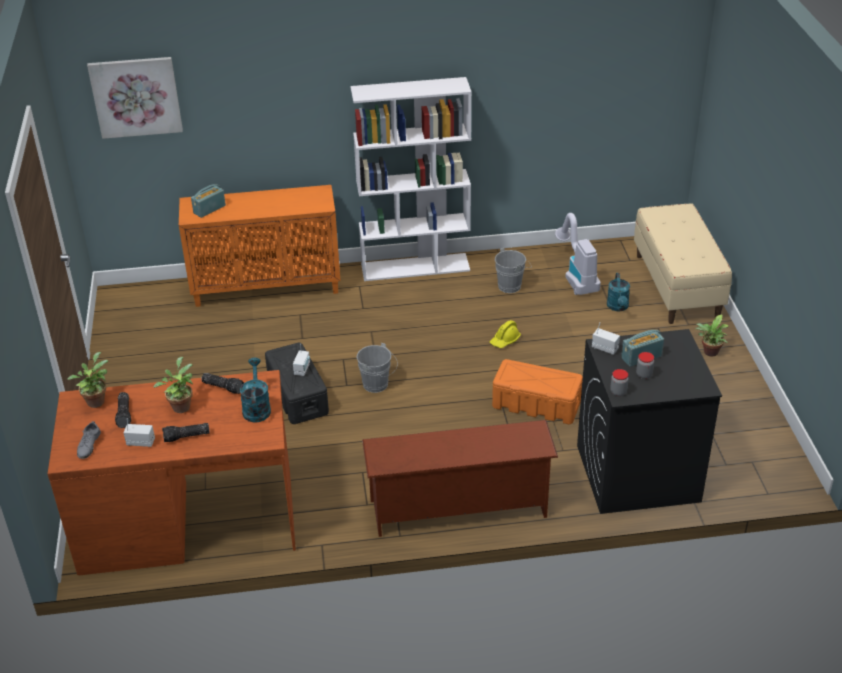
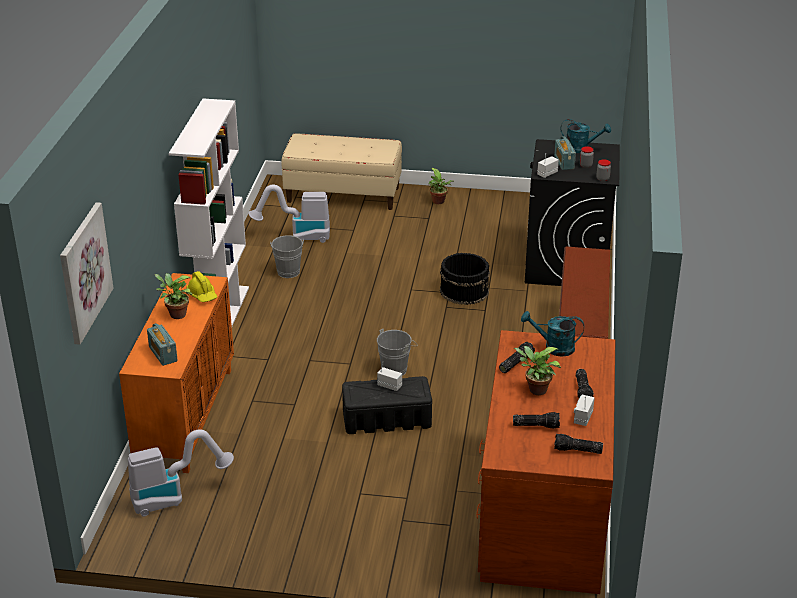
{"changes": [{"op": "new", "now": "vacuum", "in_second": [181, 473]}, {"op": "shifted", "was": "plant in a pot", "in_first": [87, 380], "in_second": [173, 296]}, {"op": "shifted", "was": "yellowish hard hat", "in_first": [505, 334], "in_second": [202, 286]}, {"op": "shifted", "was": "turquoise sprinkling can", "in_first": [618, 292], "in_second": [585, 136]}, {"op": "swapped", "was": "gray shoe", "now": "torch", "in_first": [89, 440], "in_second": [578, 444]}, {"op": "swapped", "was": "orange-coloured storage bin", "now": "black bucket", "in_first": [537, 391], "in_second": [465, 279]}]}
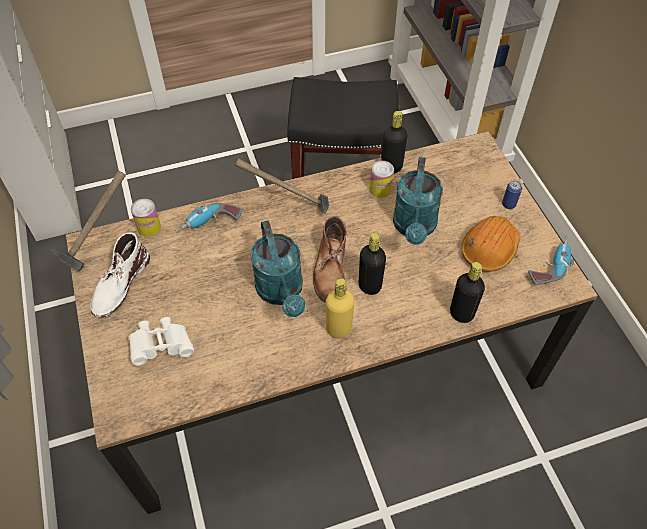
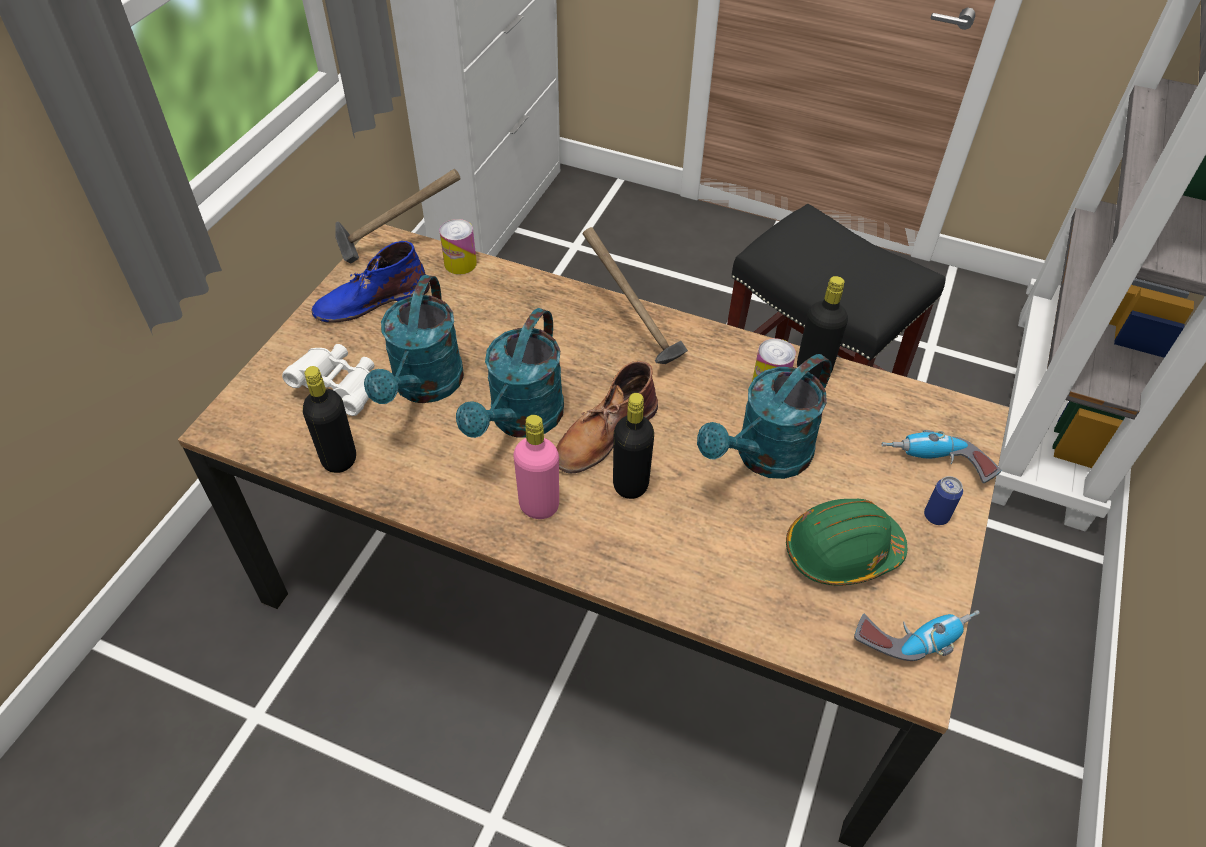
{"changes": [{"op": "new", "now": "turquoise sprinkling can", "in_second": [414, 339]}, {"op": "shifted", "was": "power drill", "in_first": [209, 217], "in_second": [941, 456]}, {"op": "shifted", "was": "black bottle", "in_first": [467, 292], "in_second": [329, 419]}, {"op": "repainted", "was": "white tall boot", "now": "blue-coloured tall boot", "in_first": [120, 274], "in_second": [371, 282]}, {"op": "repainted", "was": "yellowish bottle", "now": "pinkish bottle", "in_first": [340, 308], "in_second": [536, 467]}, {"op": "repainted", "was": "orange-coloured hard hat", "now": "green-coloured hard hat", "in_first": [490, 244], "in_second": [846, 542]}]}
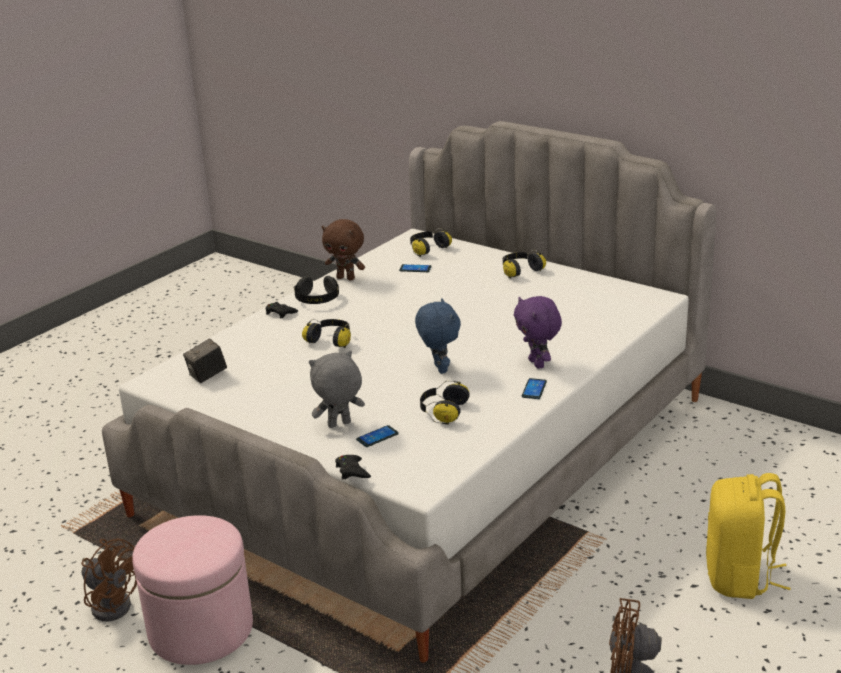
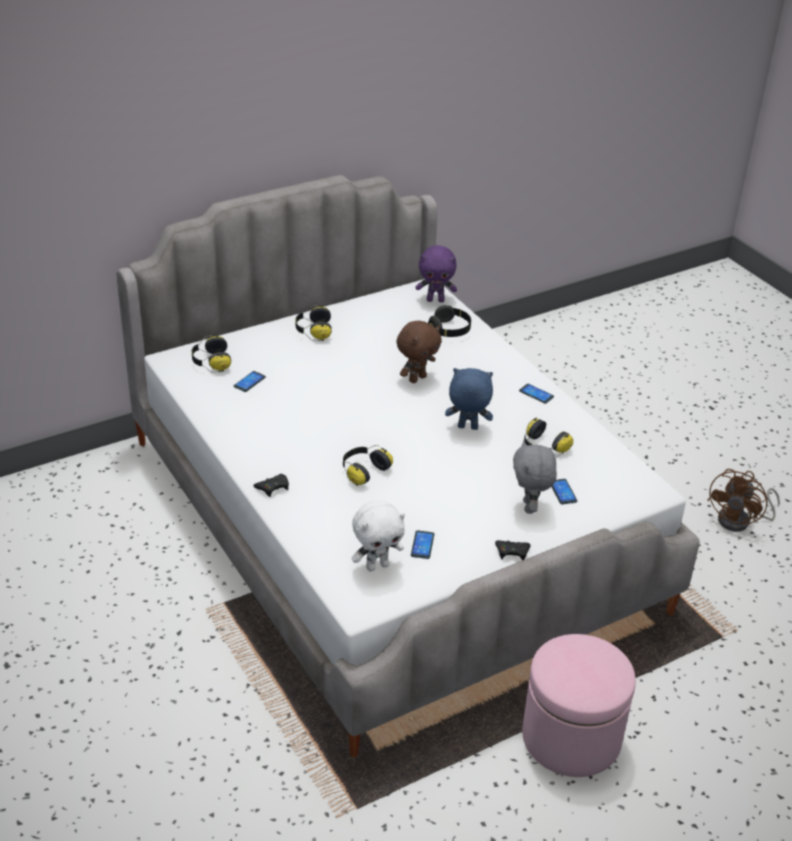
{"changes": [{"op": "gone", "was": "brown-coloured cooling fan", "in_first": [109, 579]}, {"op": "gone", "was": "yellowish rucksack", "in_first": [748, 536]}, {"op": "new", "now": "telephone", "in_second": [422, 544]}, {"op": "shifted", "was": "black headphones", "in_first": [316, 290], "in_second": [449, 321]}, {"op": "shifted", "was": "brown-coloured cuddly toy", "in_first": [343, 250], "in_second": [419, 352]}, {"op": "shifted", "was": "black game controller", "in_first": [353, 467], "in_second": [513, 550]}, {"op": "shifted", "was": "purple-coloured cuddly toy", "in_first": [538, 332], "in_second": [436, 273]}, {"op": "swapped", "was": "photo camera", "now": "white cuddly toy", "in_first": [205, 360], "in_second": [378, 535]}]}
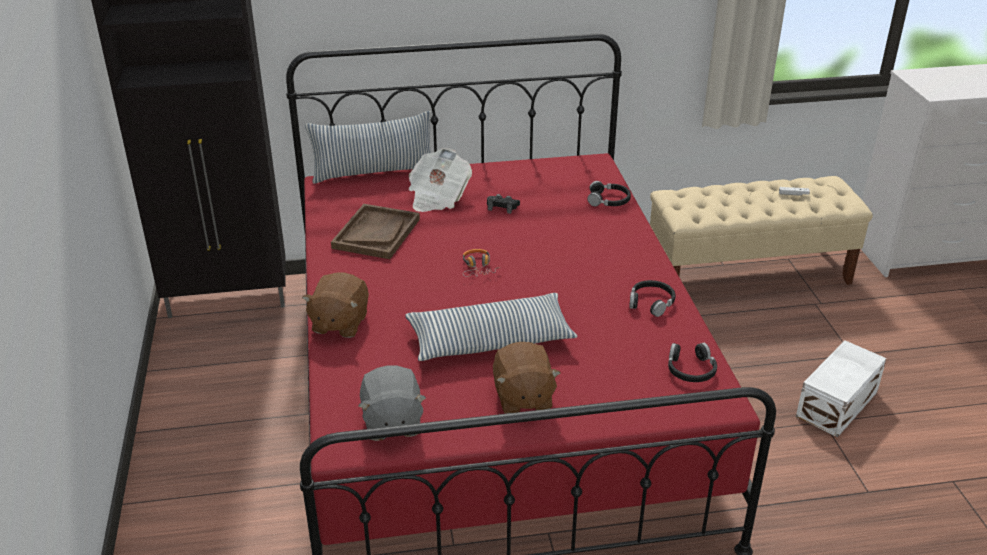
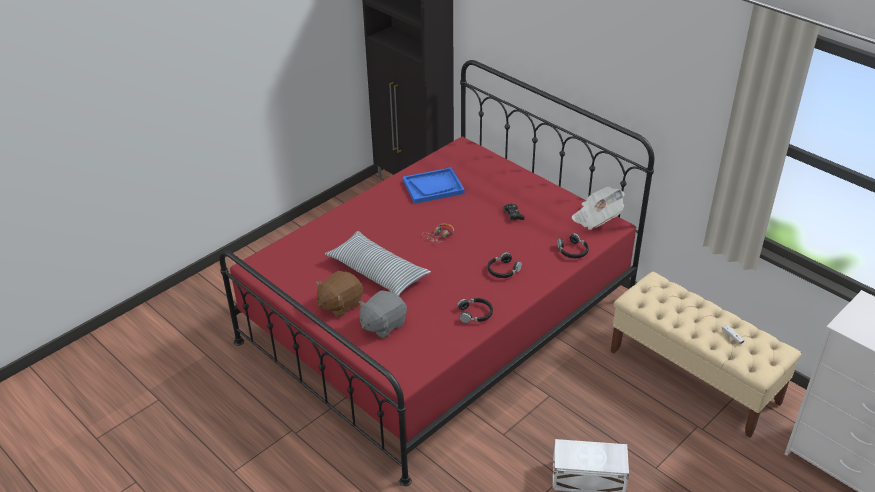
{"changes": [{"op": "gone", "was": "brown-coloured cuddly toy", "in_first": [335, 305]}, {"op": "gone", "was": "pillow", "in_first": [368, 147]}, {"op": "shifted", "was": "gray cuddly toy", "in_first": [392, 403], "in_second": [382, 314]}, {"op": "shifted", "was": "newspaper", "in_first": [440, 180], "in_second": [598, 208]}, {"op": "shifted", "was": "black headphones", "in_first": [692, 362], "in_second": [505, 265]}, {"op": "repainted", "was": "brown-coloured tray", "now": "blue-coloured tray", "in_first": [375, 231], "in_second": [434, 185]}]}
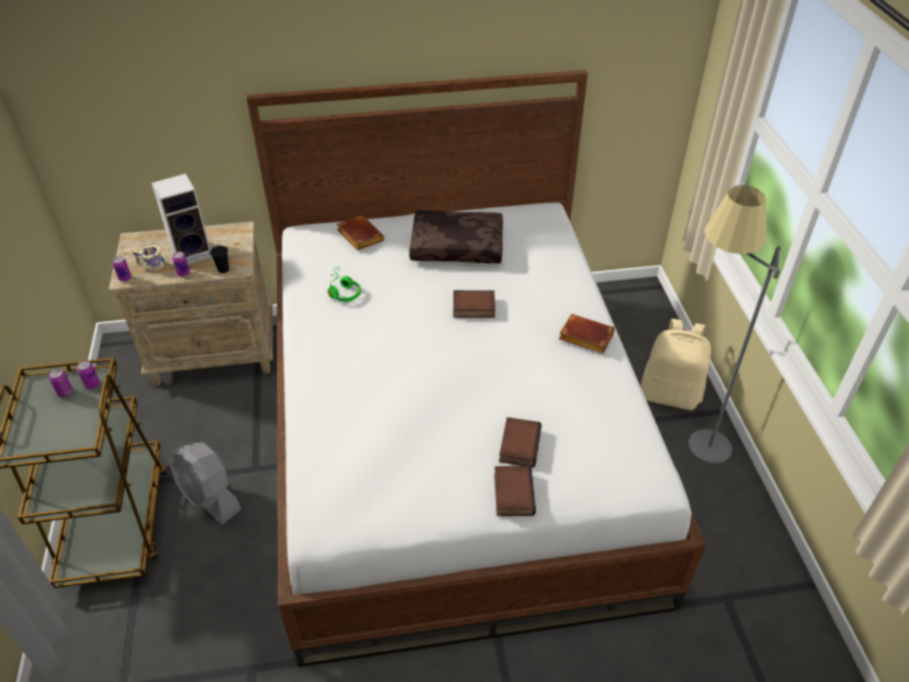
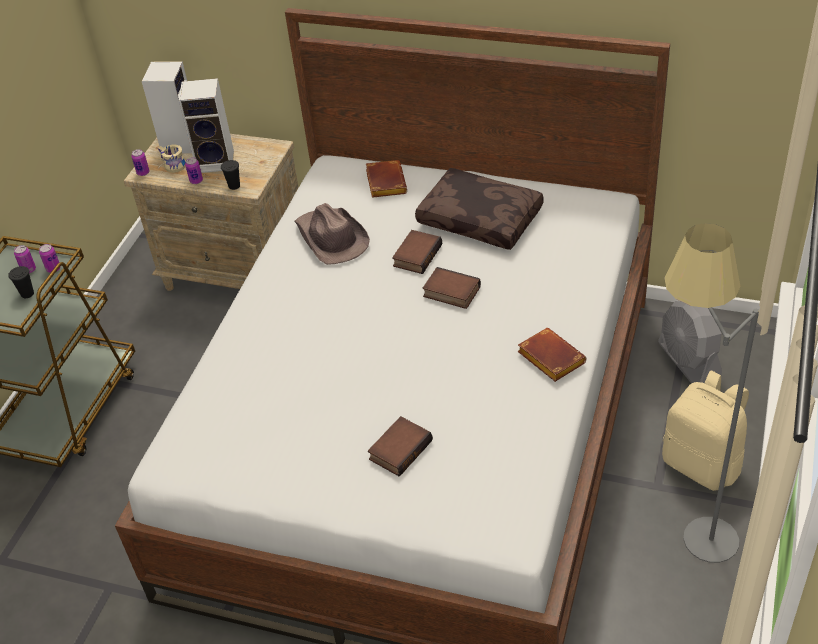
{"changes": [{"op": "new", "now": "black cup", "in_second": [21, 282]}, {"op": "new", "now": "speaker", "in_second": [167, 107]}, {"op": "shifted", "was": "gray cooling fan", "in_first": [206, 484], "in_second": [690, 342]}, {"op": "shifted", "was": "volume", "in_first": [515, 491], "in_second": [417, 252]}, {"op": "swapped", "was": "green-coloured headphones", "now": "brown-coloured wearable hat", "in_first": [344, 284], "in_second": [332, 234]}]}
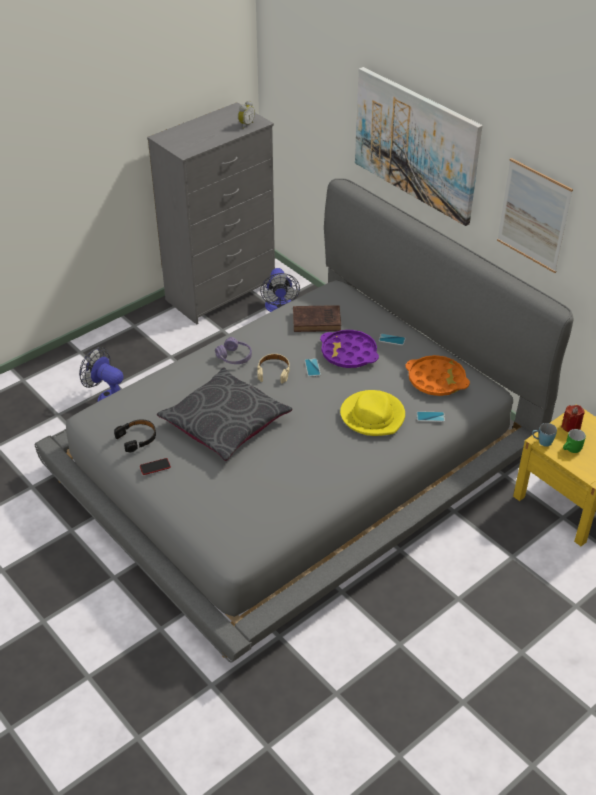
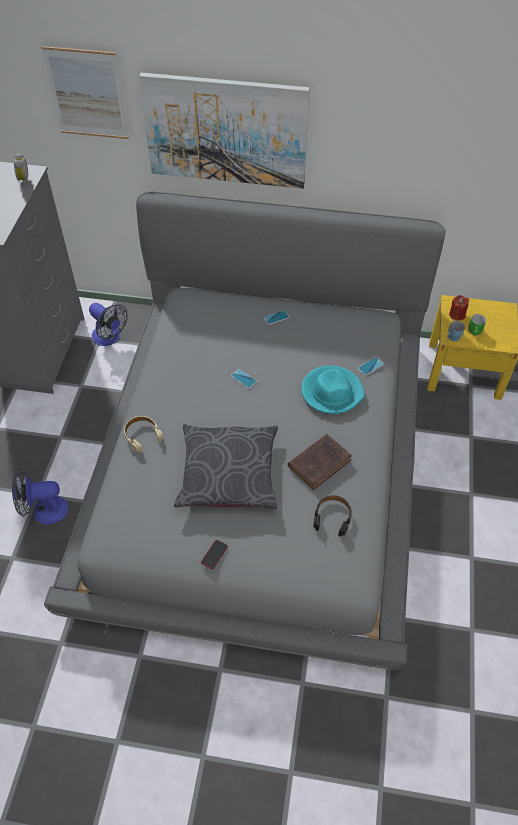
{"changes": [{"op": "gone", "was": "purple-coloured headphones", "in_first": [233, 350]}, {"op": "gone", "was": "purple-coloured tray", "in_first": [349, 349]}, {"op": "gone", "was": "orange-coloured tray", "in_first": [437, 375]}, {"op": "shifted", "was": "black headphones", "in_first": [135, 435], "in_second": [332, 516]}, {"op": "shifted", "was": "beige-coloured headphones", "in_first": [273, 369], "in_second": [143, 434]}, {"op": "shifted", "was": "brown-coloured volume", "in_first": [317, 318], "in_second": [320, 462]}, {"op": "shifted", "was": "picture", "in_first": [535, 215], "in_second": [85, 92]}, {"op": "repainted", "was": "yellowish wearable hat", "now": "turquoise wearable hat", "in_first": [372, 413], "in_second": [333, 390]}]}
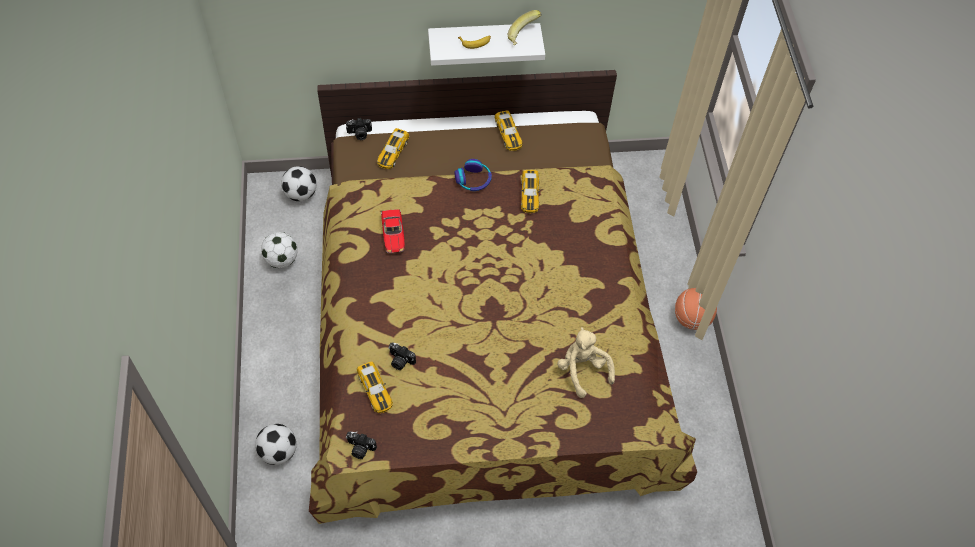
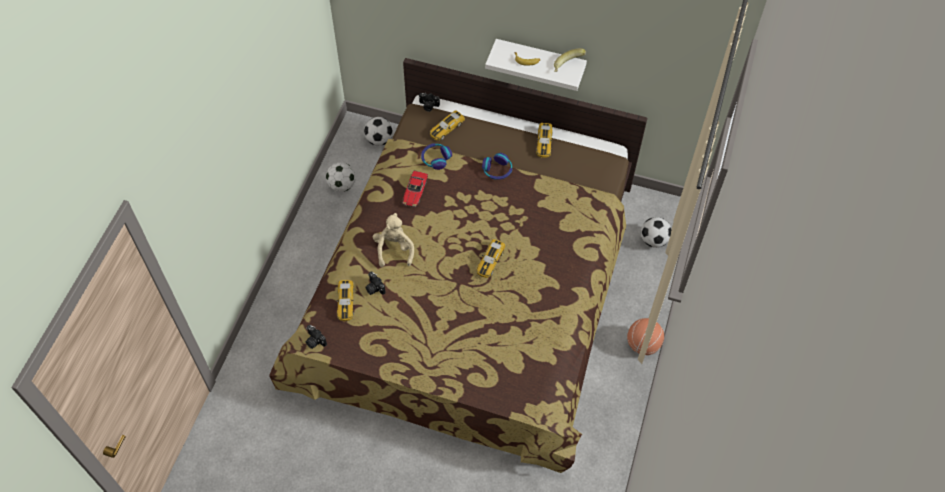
{"changes": [{"op": "new", "now": "headphones", "in_second": [436, 156]}, {"op": "shifted", "was": "football ball", "in_first": [276, 444], "in_second": [656, 232]}, {"op": "shifted", "was": "miniature car", "in_first": [530, 191], "in_second": [490, 258]}, {"op": "shifted", "was": "beige-coloured cuddly toy", "in_first": [586, 362], "in_second": [393, 240]}]}
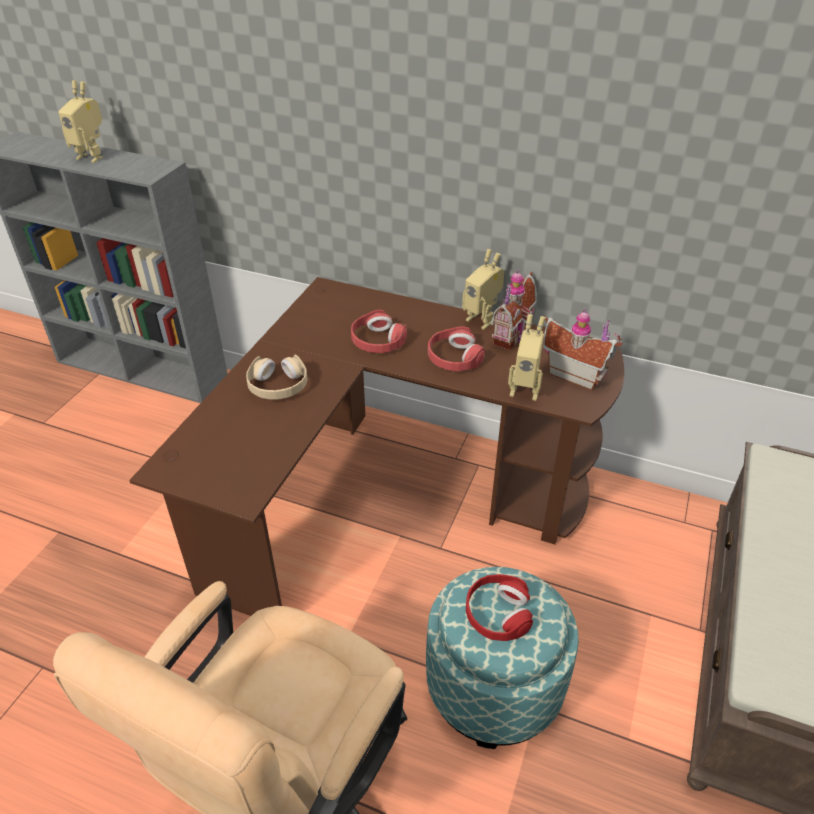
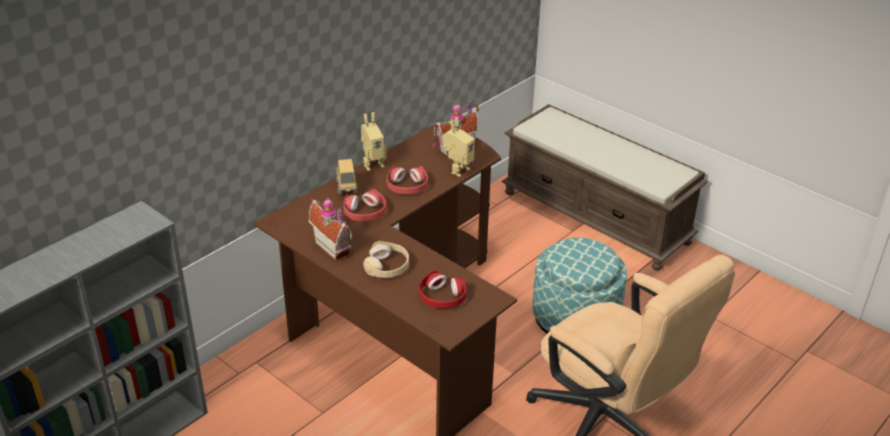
{"changes": [{"op": "gone", "was": "robot figure", "in_first": [80, 121]}, {"op": "new", "now": "model truck", "in_second": [346, 177]}, {"op": "shifted", "was": "red headphones", "in_first": [499, 607], "in_second": [442, 289]}, {"op": "shifted", "was": "model house", "in_first": [514, 309], "in_second": [330, 228]}]}
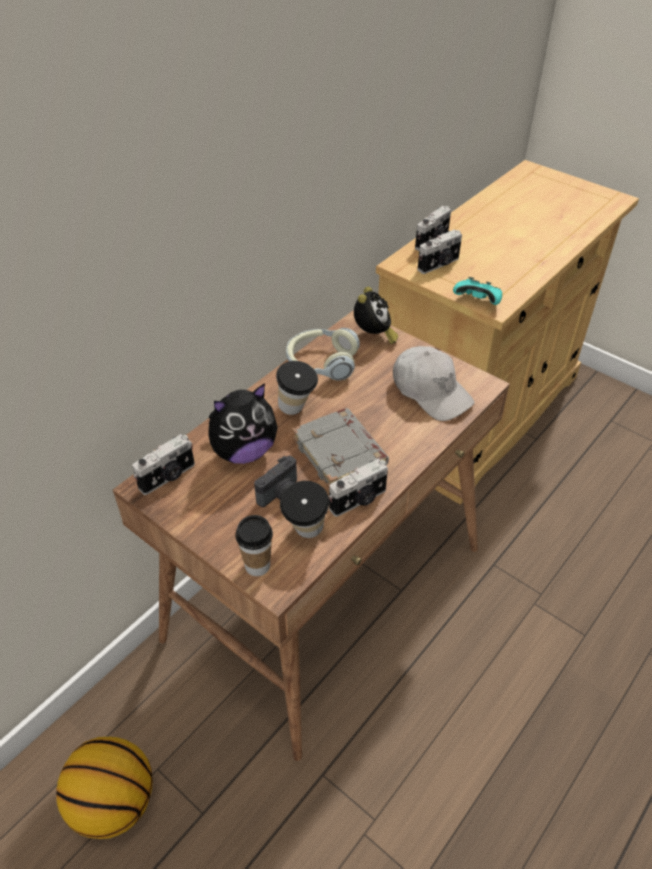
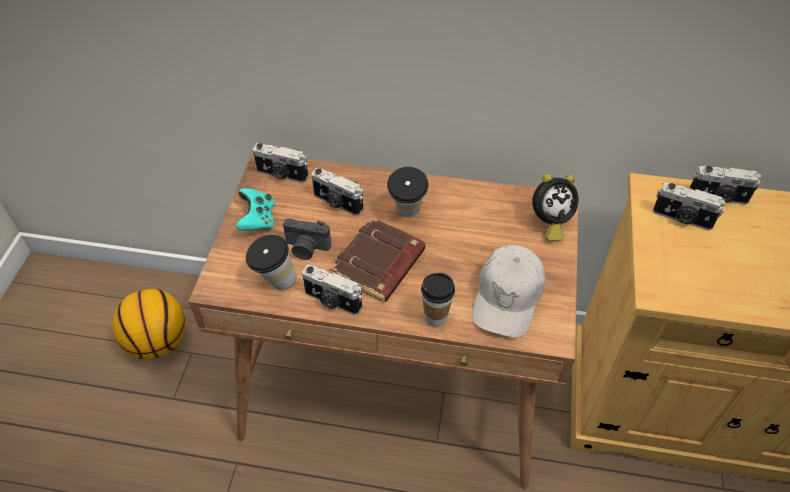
{"changes": [{"op": "gone", "was": "headphones", "in_first": [323, 354]}, {"op": "shifted", "was": "cup", "in_first": [254, 545], "in_second": [438, 300]}, {"op": "shifted", "was": "turquoise game controller", "in_first": [477, 291], "in_second": [255, 209]}, {"op": "swapped", "was": "cuddly toy", "now": "photo camera", "in_first": [243, 423], "in_second": [337, 191]}, {"op": "repainted", "was": "gray volume", "now": "brown-coloured volume", "in_first": [340, 447], "in_second": [378, 259]}]}
